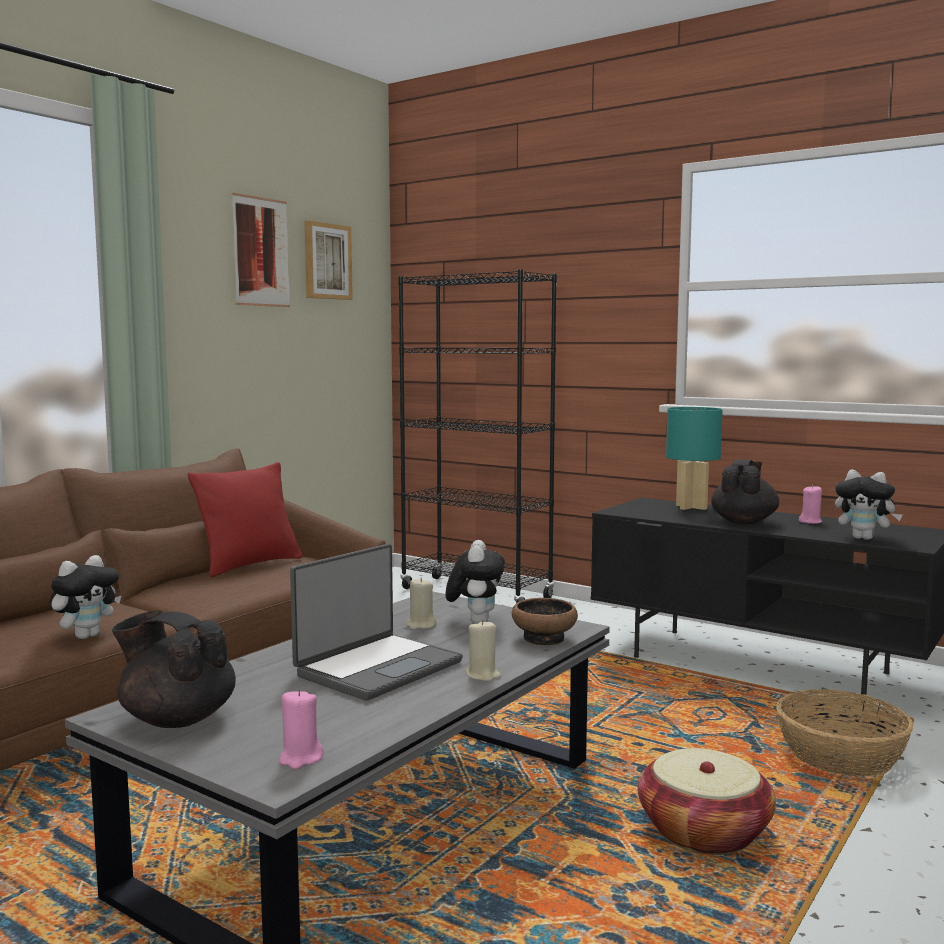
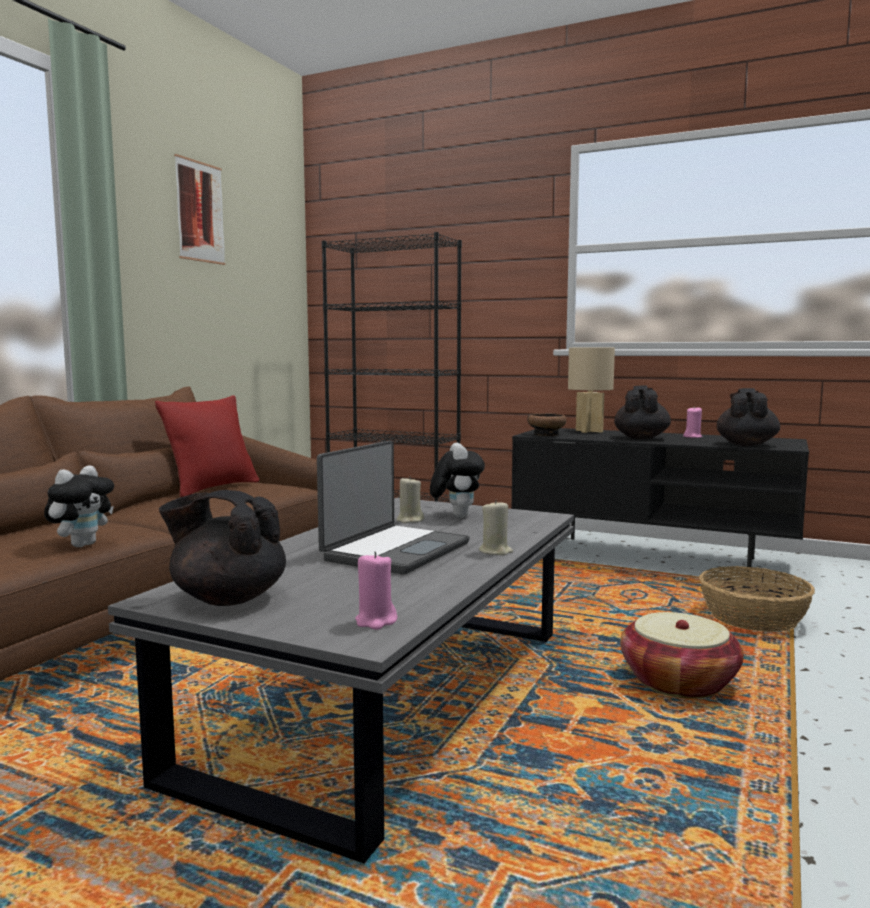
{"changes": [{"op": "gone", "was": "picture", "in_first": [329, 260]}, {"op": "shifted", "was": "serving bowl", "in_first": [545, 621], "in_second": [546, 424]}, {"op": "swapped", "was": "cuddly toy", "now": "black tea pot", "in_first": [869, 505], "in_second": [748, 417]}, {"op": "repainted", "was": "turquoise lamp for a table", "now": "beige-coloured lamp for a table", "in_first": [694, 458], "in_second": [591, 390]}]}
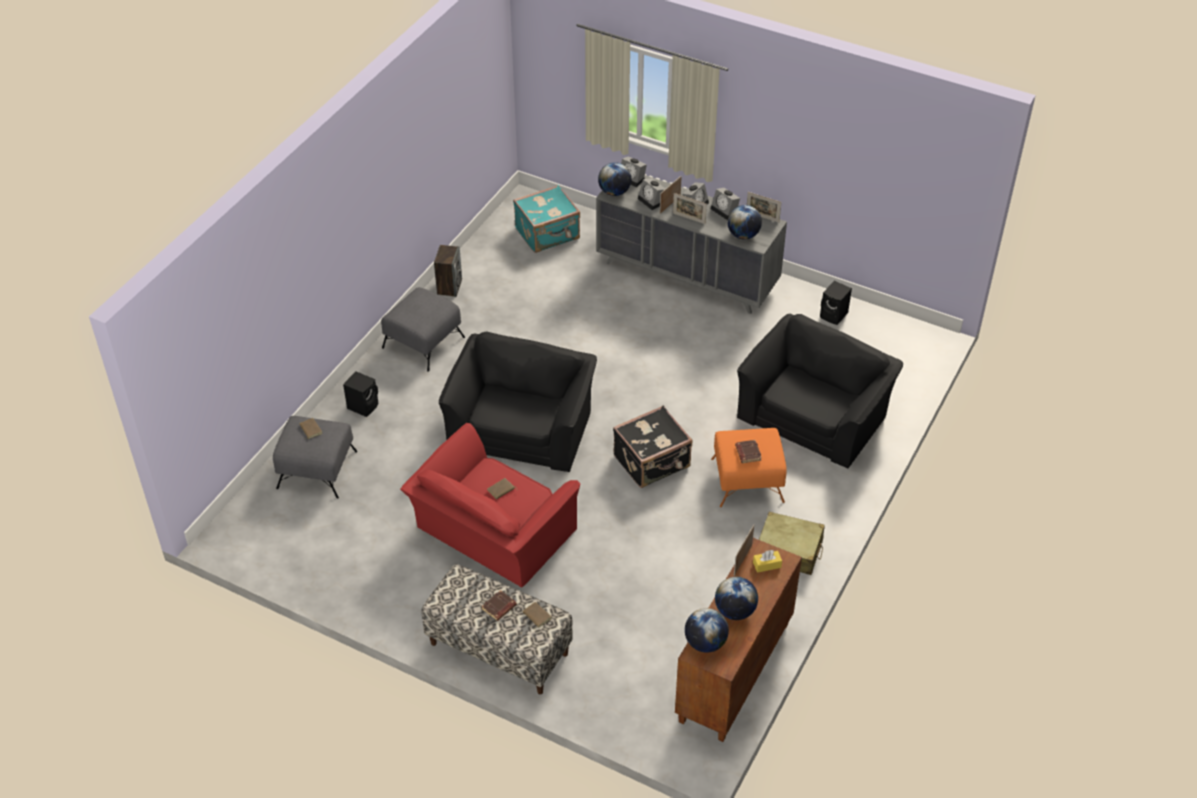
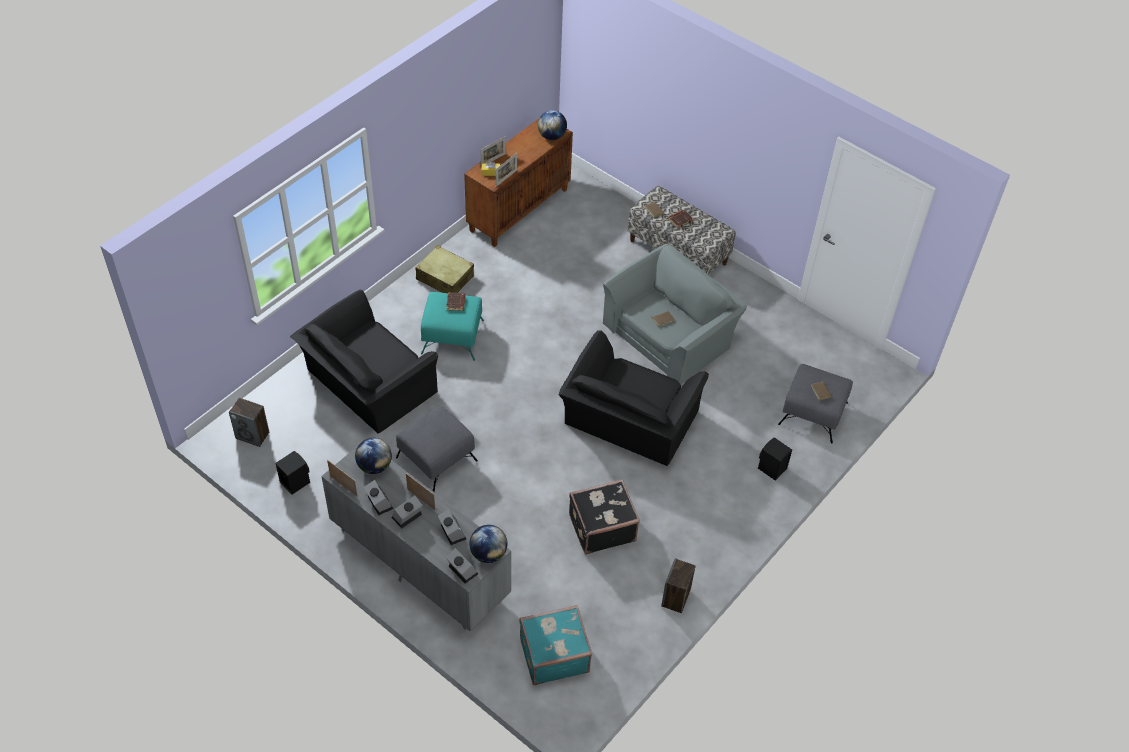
{"changes": [{"op": "gone", "was": "globe", "in_first": [736, 598]}, {"op": "new", "now": "speaker", "in_second": [249, 422]}, {"op": "shifted", "was": "gray pouffe", "in_first": [423, 329], "in_second": [437, 449]}, {"op": "shifted", "was": "black piece of luggage", "in_first": [652, 447], "in_second": [604, 516]}, {"op": "shifted", "was": "standing frame", "in_first": [671, 195], "in_second": [493, 151]}, {"op": "repainted", "was": "red armchair", "now": "gray armchair", "in_first": [490, 505], "in_second": [675, 314]}, {"op": "repainted", "was": "orange-coloured pouffe", "now": "turquoise pouffe", "in_first": [749, 467], "in_second": [452, 326]}]}
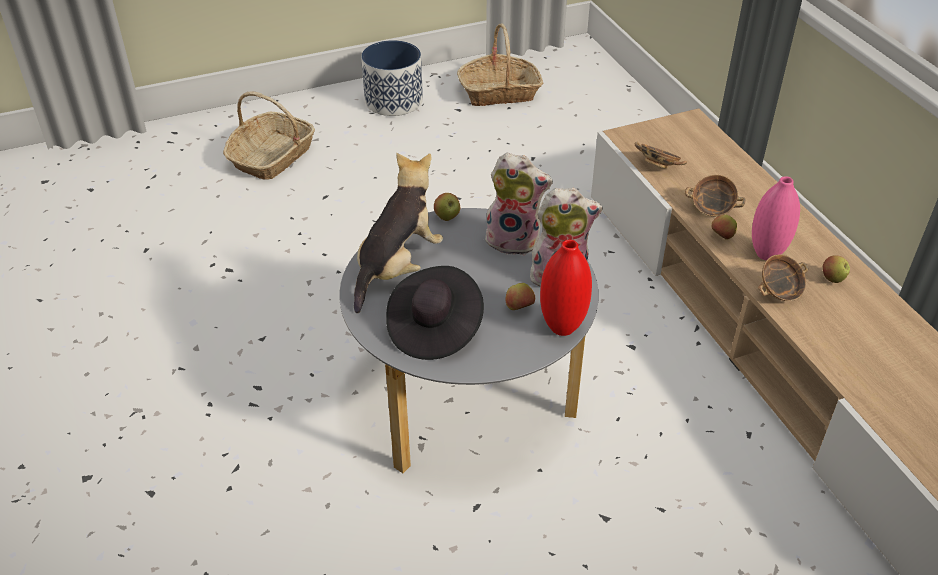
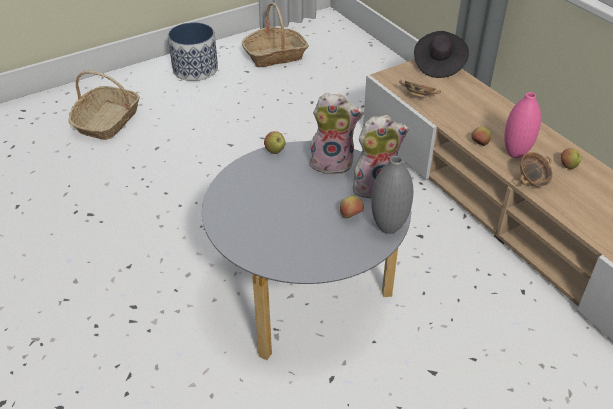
{"changes": [{"op": "gone", "was": "cuddly toy", "in_first": [398, 233]}, {"op": "gone", "was": "serving bowl", "in_first": [715, 195]}, {"op": "shifted", "was": "black wearable hat", "in_first": [435, 313], "in_second": [441, 54]}, {"op": "repainted", "was": "red flower vase", "now": "gray flower vase", "in_first": [566, 288], "in_second": [392, 195]}]}
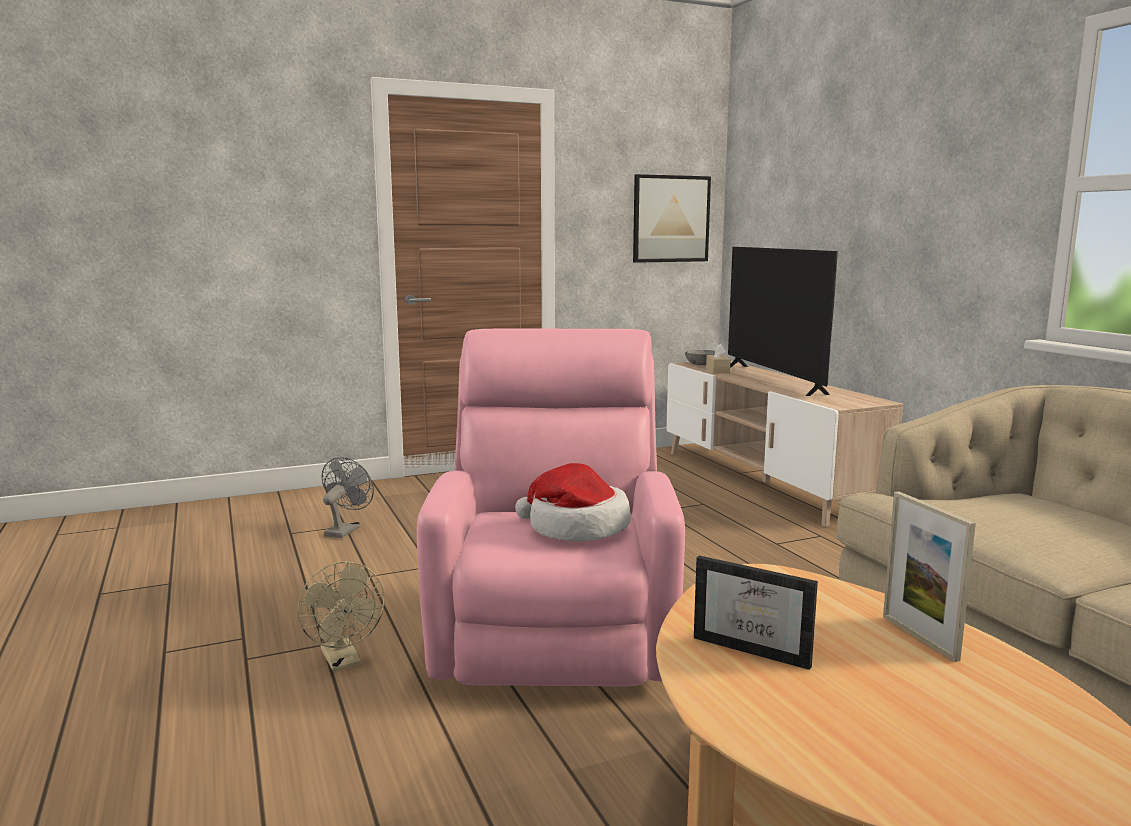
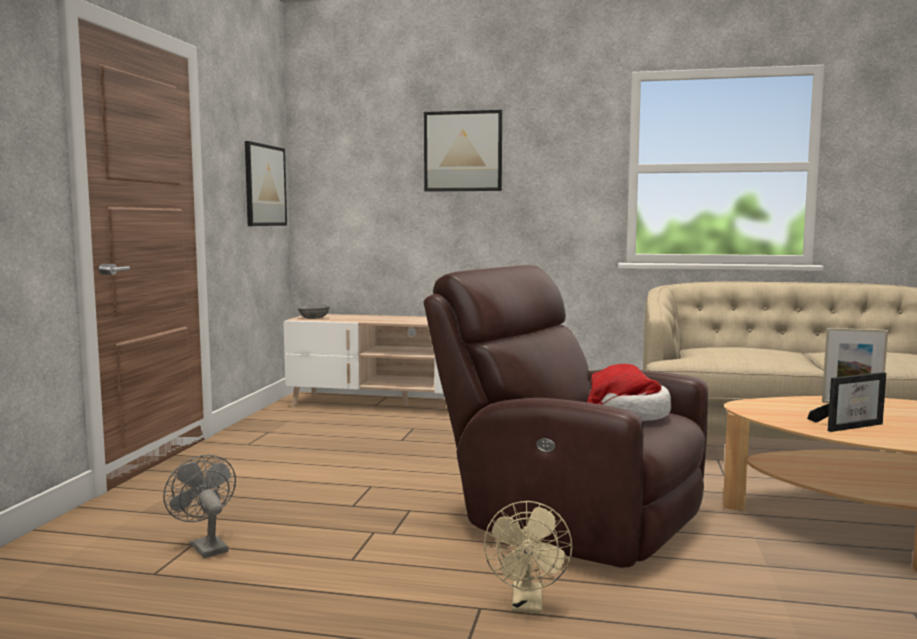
{"changes": [{"op": "gone", "was": "beige-coloured tissue box", "in_first": [718, 358]}, {"op": "gone", "was": "TV set", "in_first": [783, 321]}, {"op": "new", "now": "picture", "in_second": [463, 151]}, {"op": "repainted", "was": "pinkish armchair", "now": "brown-coloured armchair", "in_first": [551, 508], "in_second": [566, 416]}, {"op": "rotated", "was": "beige-coloured cooling fan", "in_first": [341, 616], "in_second": [528, 557], "clockwise": 90}]}
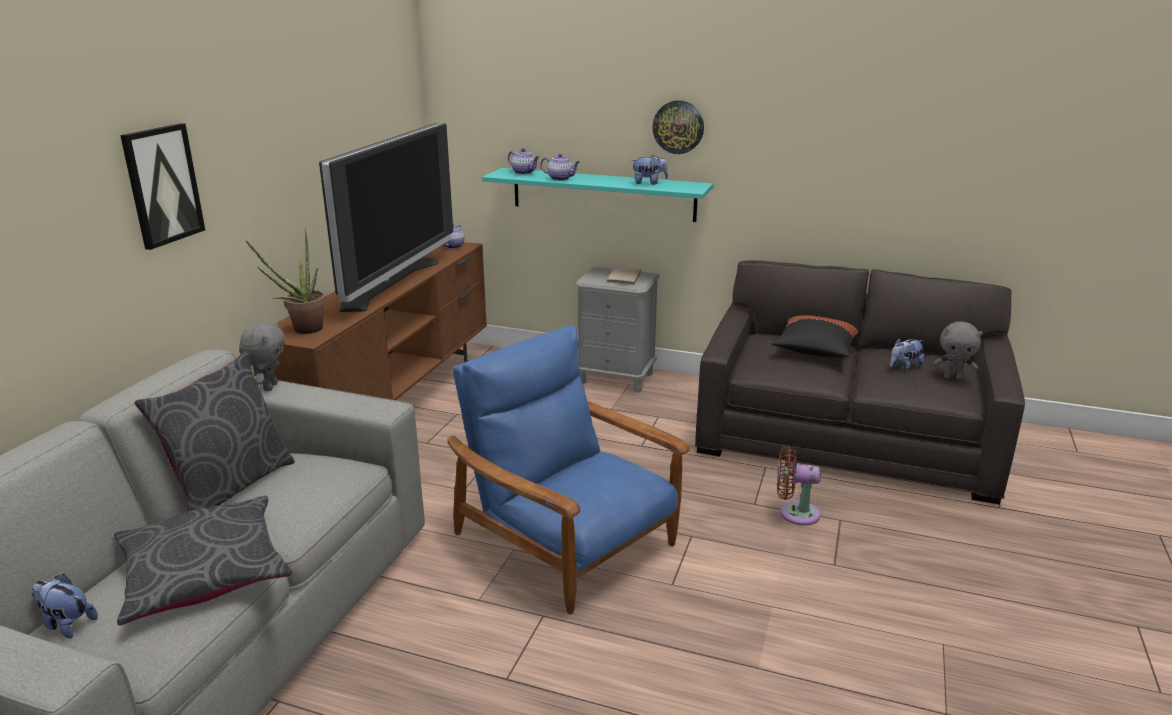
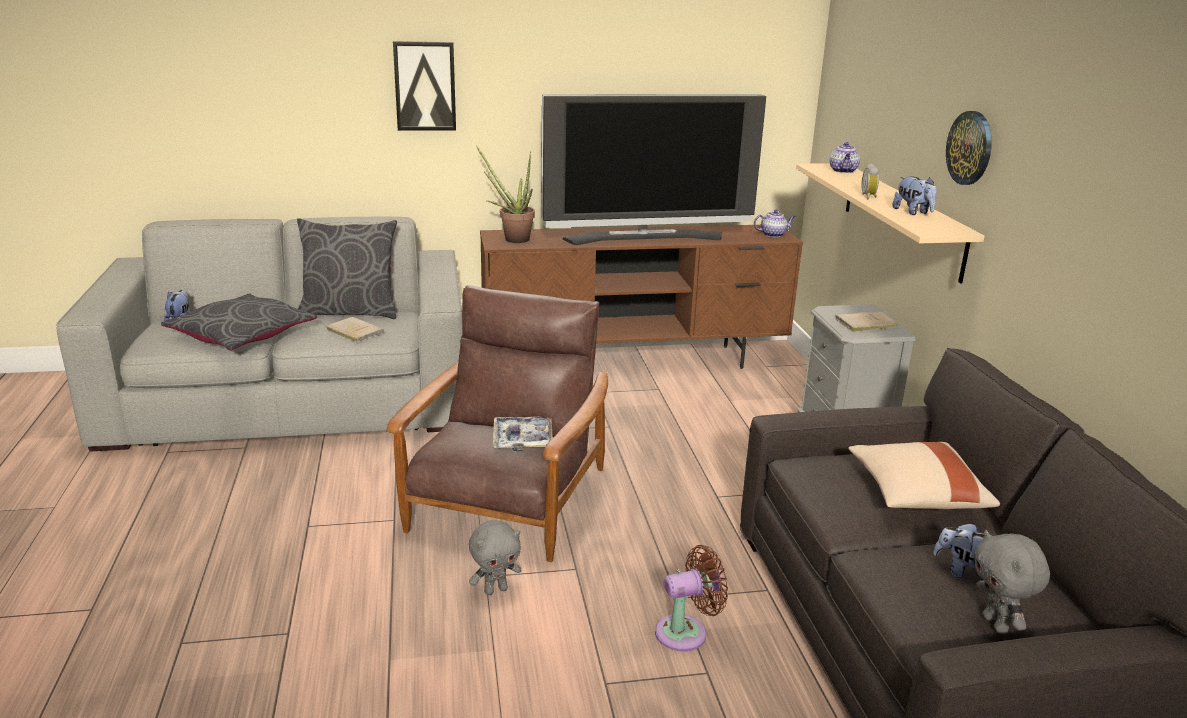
{"changes": [{"op": "gone", "was": "tea pot", "in_first": [560, 167]}, {"op": "new", "now": "beige-coloured volume", "in_second": [355, 329]}, {"op": "new", "now": "tray", "in_second": [523, 433]}, {"op": "new", "now": "alarm clock", "in_second": [870, 181]}, {"op": "shifted", "was": "gray cuddly toy", "in_first": [262, 356], "in_second": [495, 557]}, {"op": "repainted", "was": "blue-coloured armchair", "now": "brown-coloured armchair", "in_first": [568, 470], "in_second": [497, 423]}, {"op": "repainted", "was": "turquoise bracket shelf", "now": "beige-coloured bracket shelf", "in_first": [597, 195], "in_second": [890, 223]}, {"op": "repainted", "was": "black pillow", "now": "beige-coloured pillow", "in_first": [817, 336], "in_second": [924, 475]}, {"op": "rotated", "was": "brown-coloured cooling fan", "in_first": [799, 486], "in_second": [691, 598], "clockwise": 90}]}
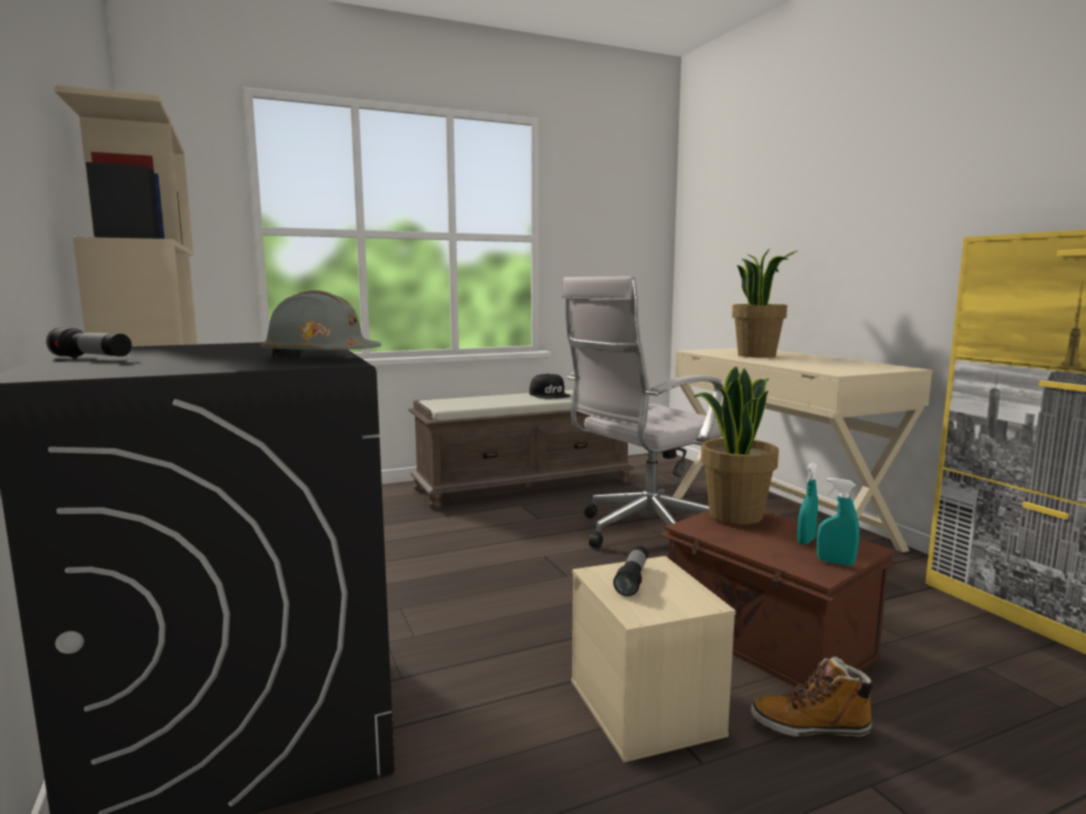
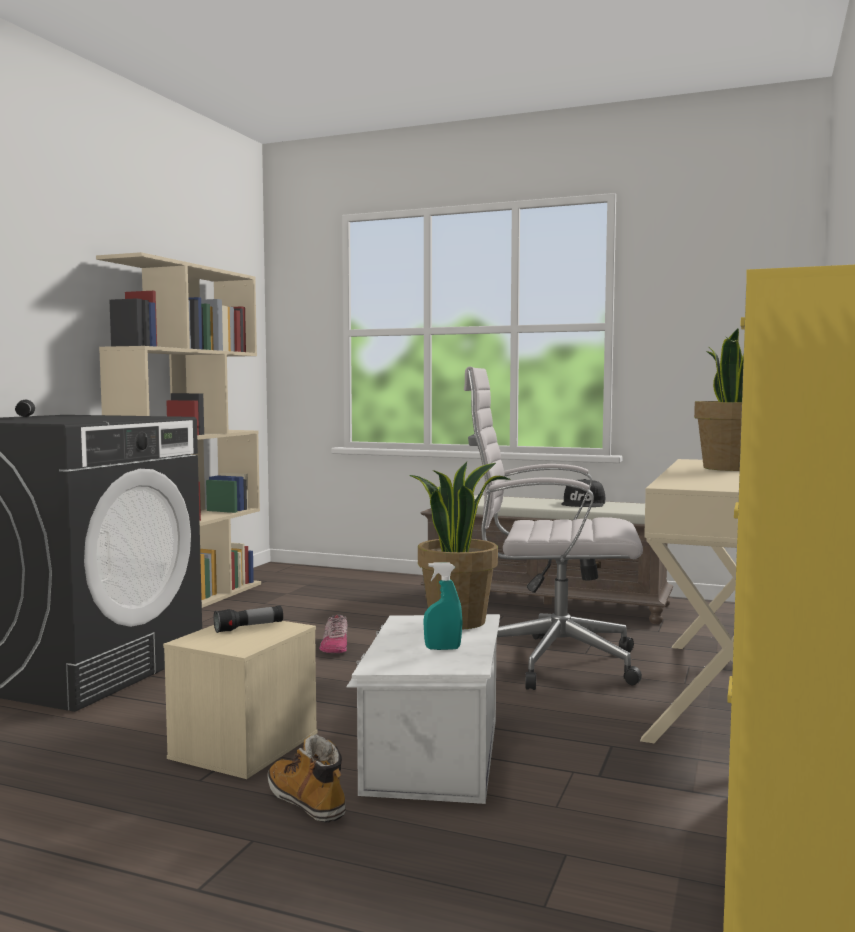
{"changes": [{"op": "gone", "was": "gray hard hat", "in_first": [321, 324]}, {"op": "gone", "was": "turquoise hand sprayer", "in_first": [838, 522]}, {"op": "new", "now": "shoe", "in_second": [333, 634]}, {"op": "repainted", "was": "brown-coloured storage bin", "now": "white storage bin", "in_first": [777, 599], "in_second": [423, 709]}]}
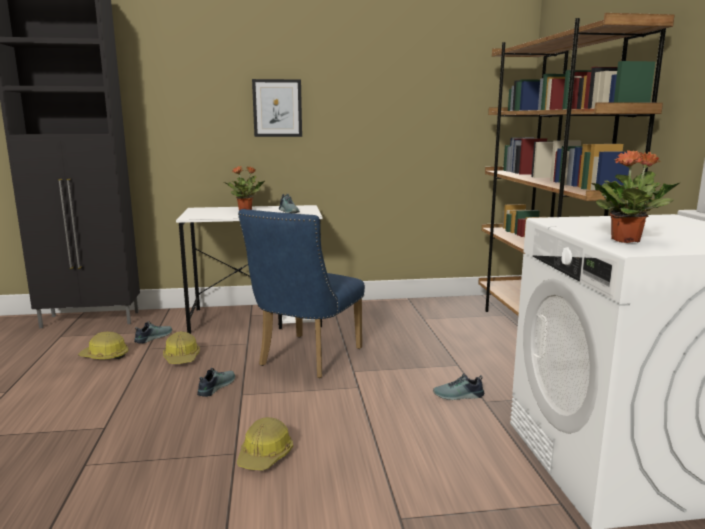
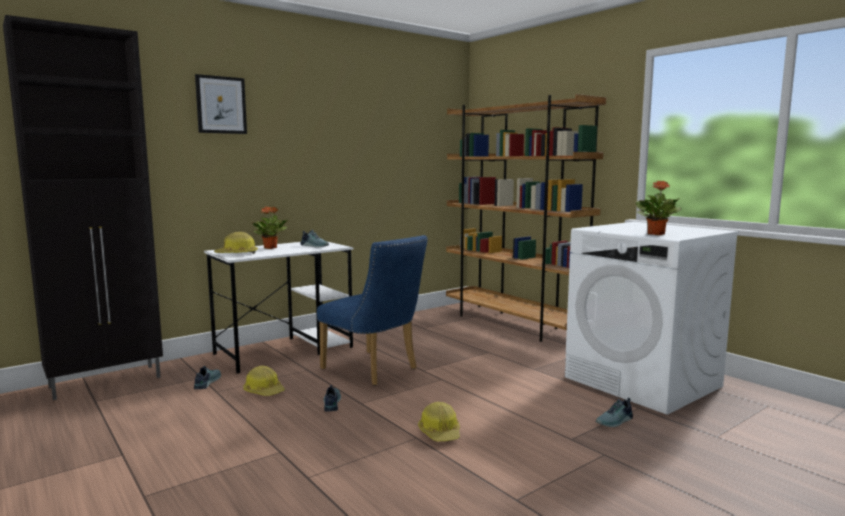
{"changes": [{"op": "shifted", "was": "hard hat", "in_first": [103, 345], "in_second": [236, 243]}, {"op": "shifted", "was": "picture", "in_first": [277, 108], "in_second": [221, 104]}, {"op": "shifted", "was": "shoe", "in_first": [458, 387], "in_second": [614, 412]}, {"op": "rotated", "was": "blue-coloured chair", "in_first": [301, 293], "in_second": [372, 310], "clockwise": -45}]}
